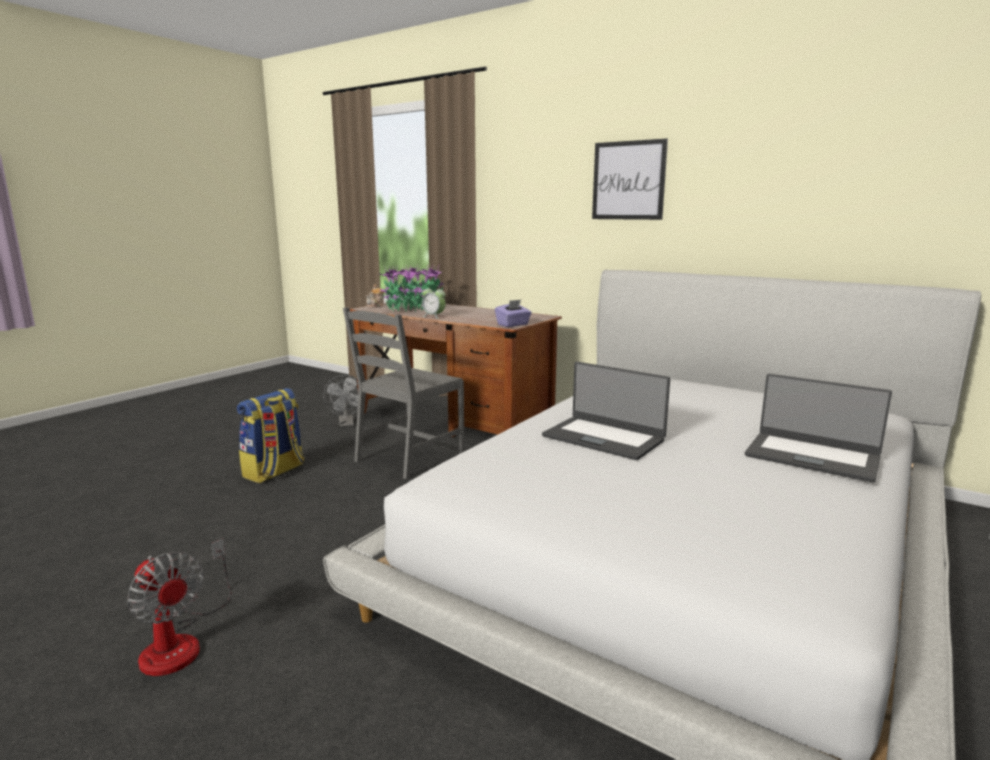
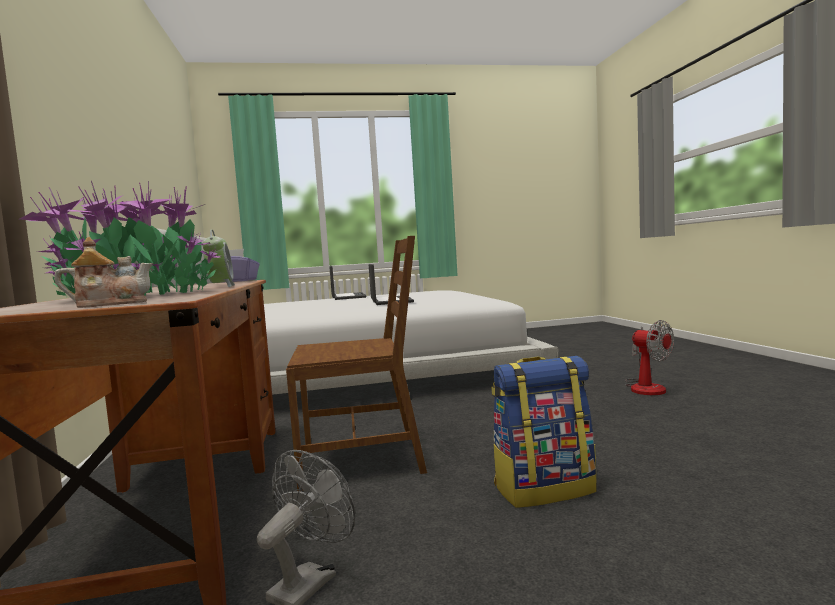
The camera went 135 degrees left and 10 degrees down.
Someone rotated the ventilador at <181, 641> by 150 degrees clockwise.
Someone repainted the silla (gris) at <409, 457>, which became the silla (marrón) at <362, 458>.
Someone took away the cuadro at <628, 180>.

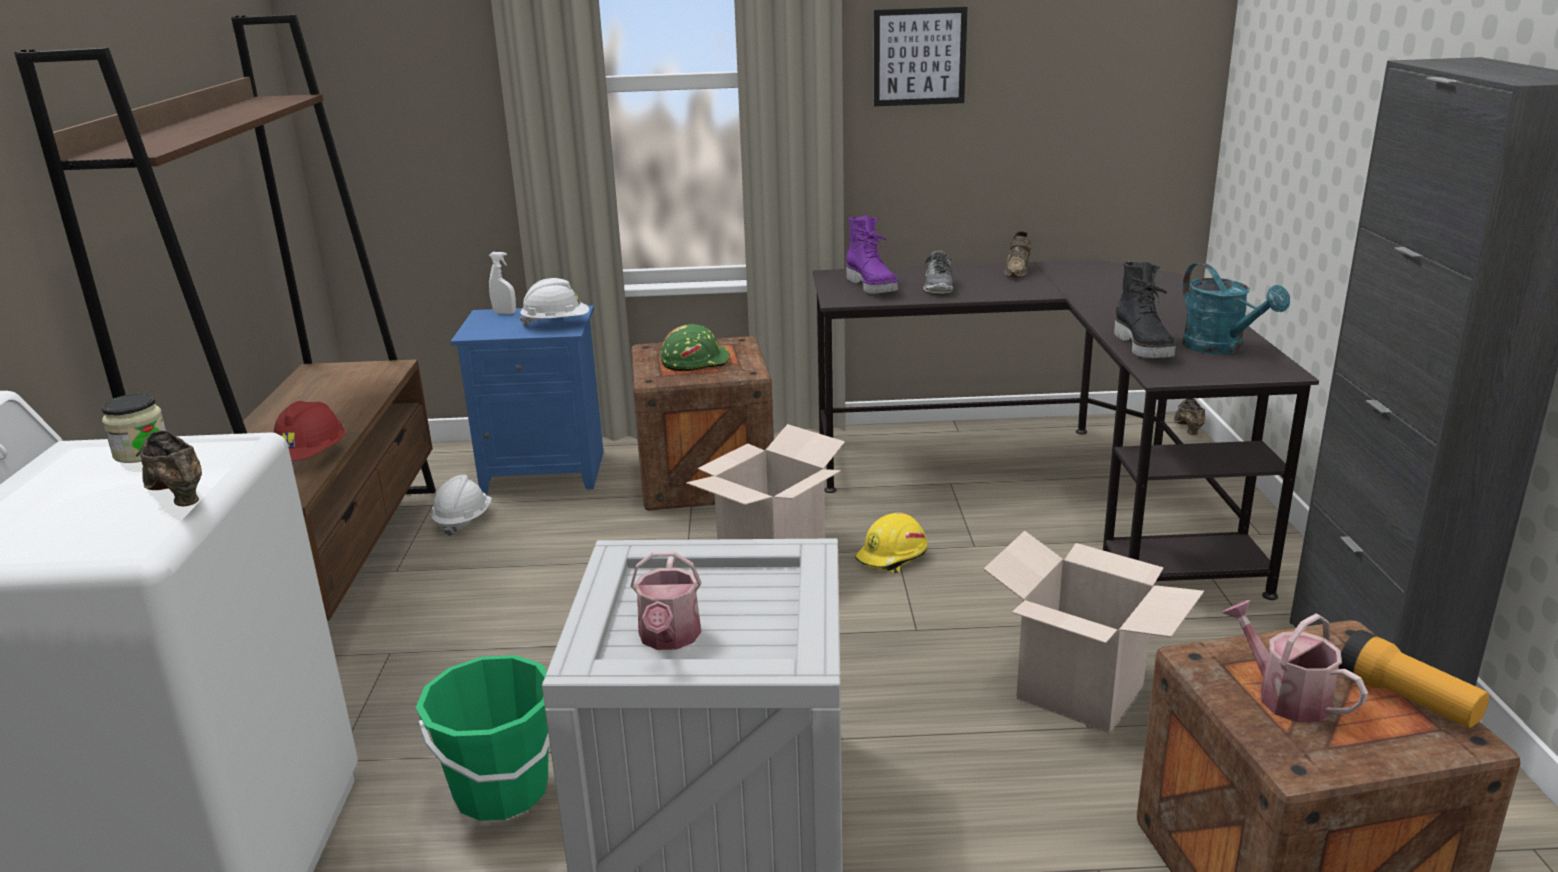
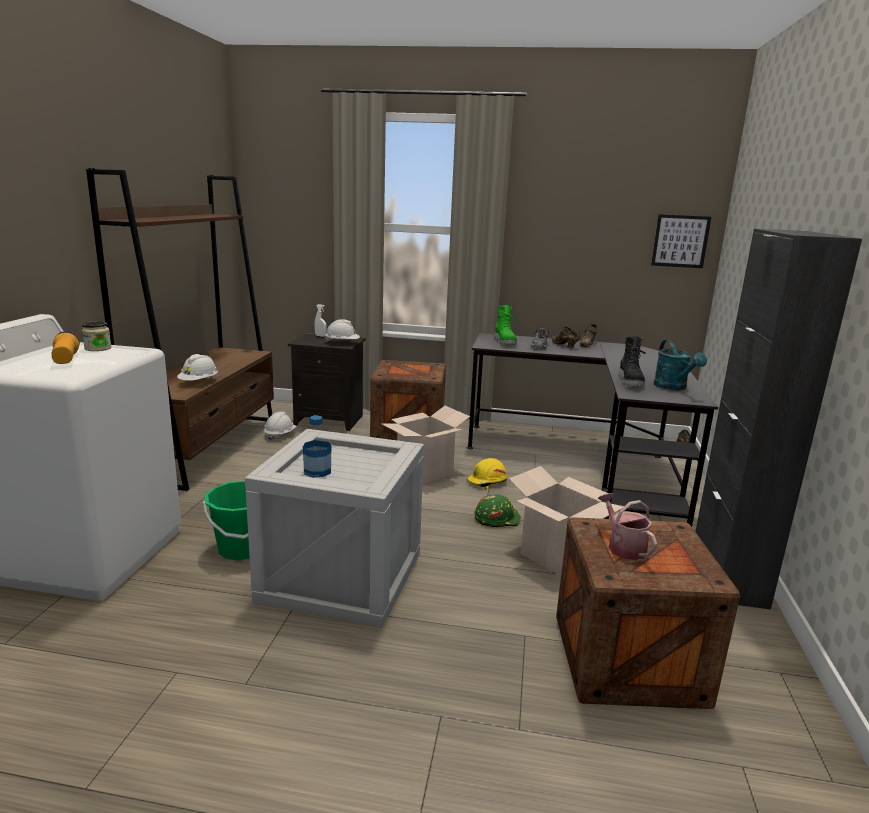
The camera went 10 degrees right and 5 degrees down.
Someone carried the zapato (marrón) from <176, 494> to <564, 345>.
Someone repainted the casco (rojo) at <310, 457>, which became the casco (blanco) at <199, 382>.
Someone repainted the mesita de noche (azul) at <546, 471>, which became the mesita de noche (negro) at <330, 420>.
Someone swapped the regadera at <669, 638> for the botella at <317, 471>.
Someone carried the casco (verde) from <695, 361> to <497, 518>.
Someone repainted the bota (morado) at <873, 286>, which became the bota (verde) at <505, 342>.
Someone carried the cuadro from <919, 57> to <680, 241>.
Someone carried the linterna from <1407, 699> to <66, 359>.

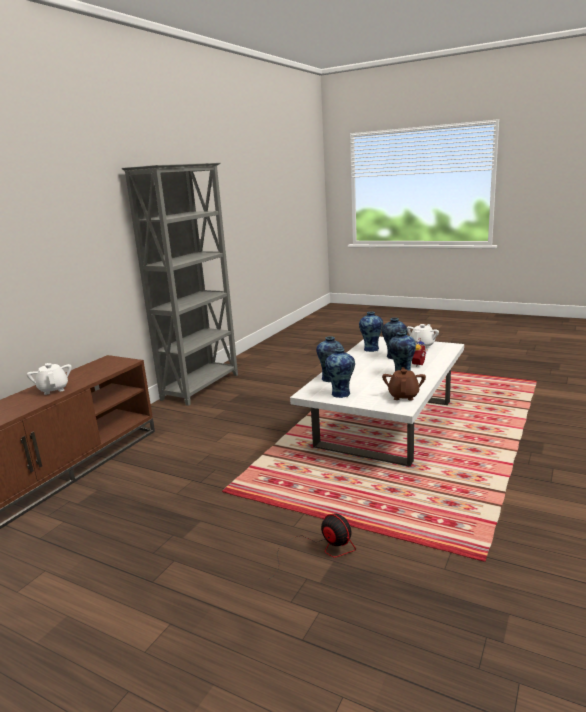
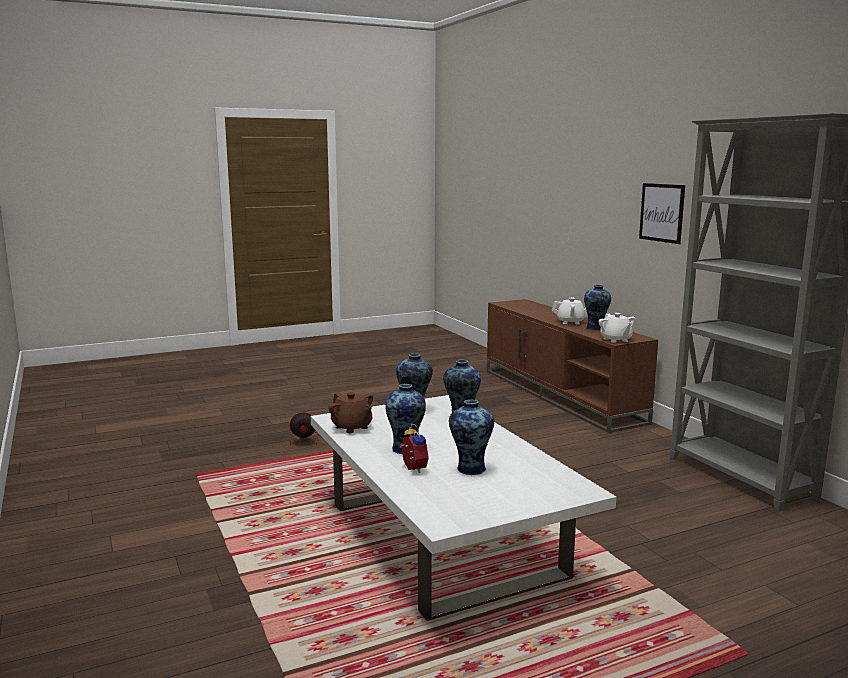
The camera went 125 degrees right and 5 degrees down.
Someone carried the florero from <371, 349> to <595, 328>.
Someone carried the tetera (blanco) from <422, 345> to <615, 340>.
Someone put up the cuadro at <662, 212>.

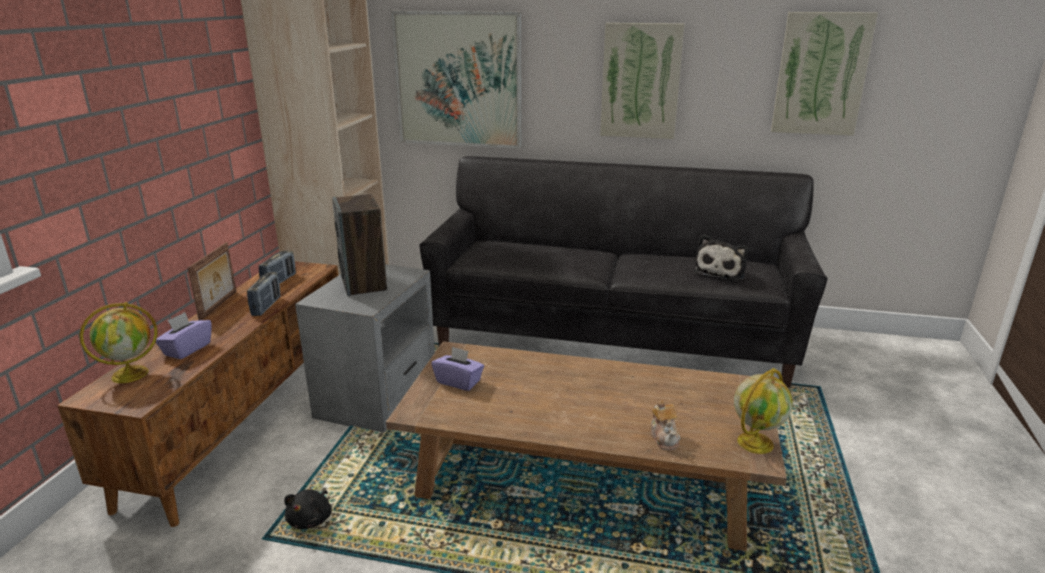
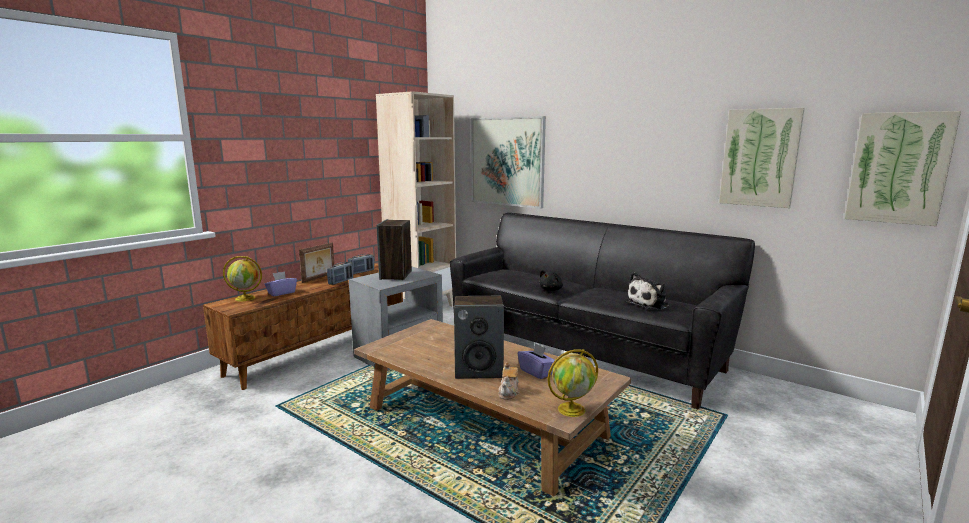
The camera went 25 degrees right and 10 degrees down.
Someone carried the peluche (negro) from <311, 519> to <551, 290>.
Someone carried the caja de pañuelos (morado) from <459, 381> to <537, 372>.
Someone carried the cuadro from <640, 81> to <898, 168>.
Someone put down the altavoz at <479, 370>.

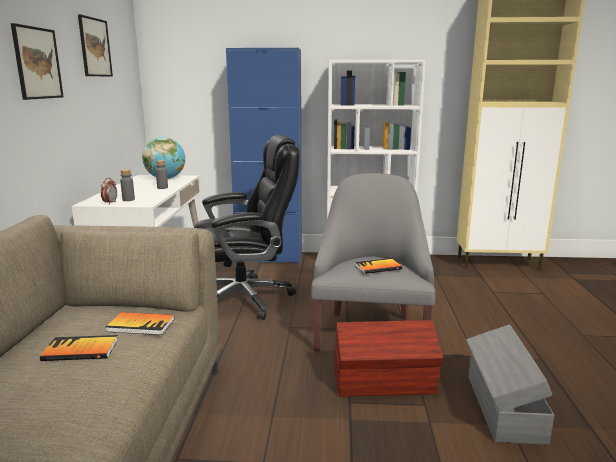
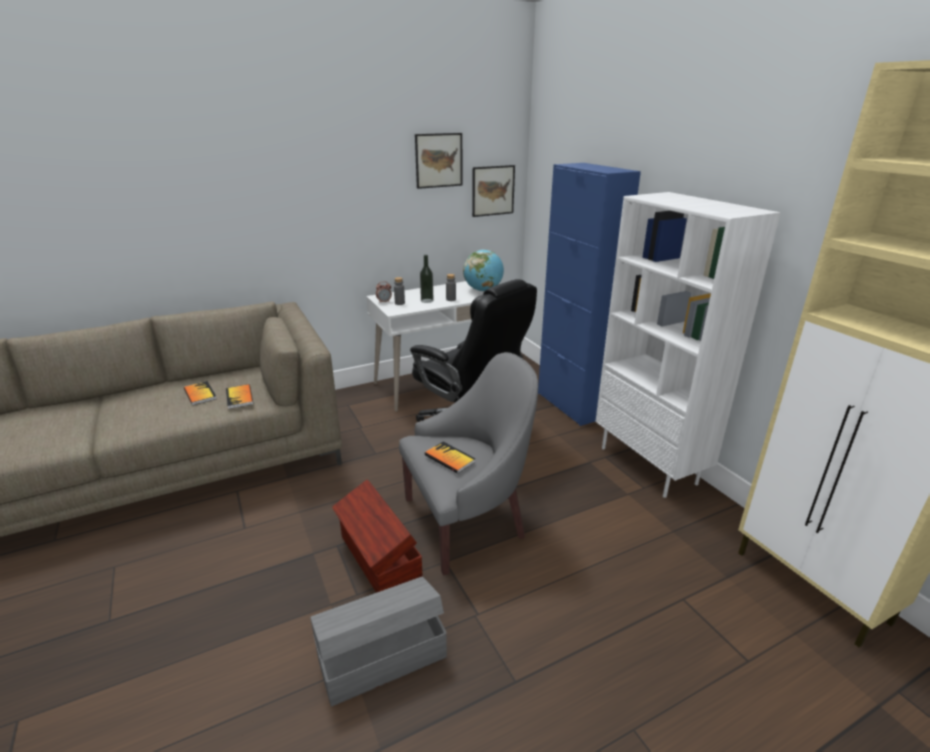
The camera went 60 degrees right and 10 degrees up.
Someone carried the cuadro from <37, 63> to <493, 190>.
Someone put down the botella at <427, 301>.

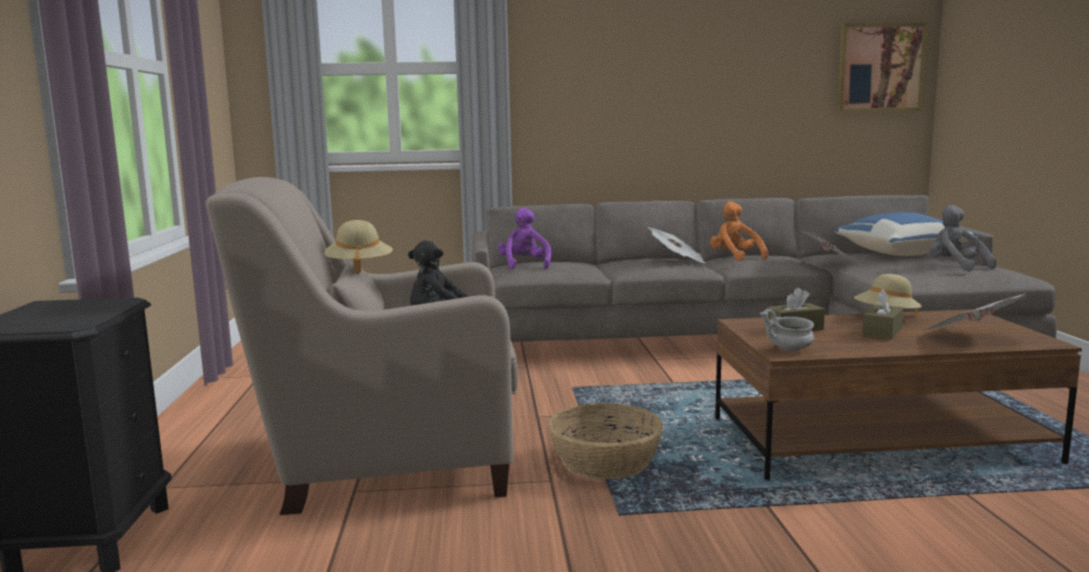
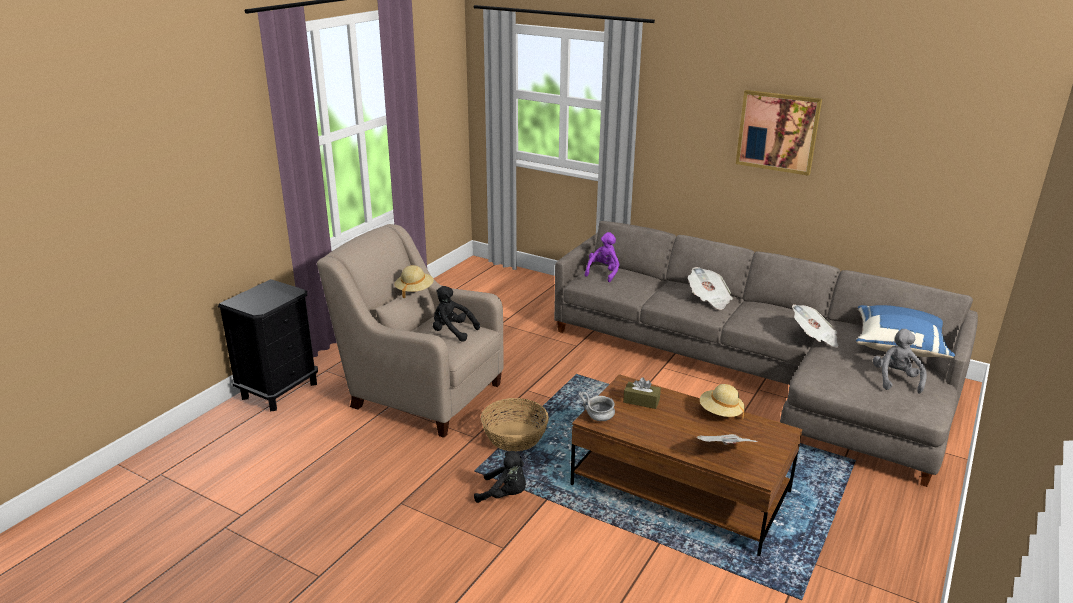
The camera went 35 degrees right and 15 degrees up.
Someone took away the peluche (naranja) at <735, 257>.
Someone carried the cuadro from <880, 68> to <778, 132>.
Someone took away the caja de pañuelos (marrón) at <882, 332>.
Someone put down the peluche (negro) at <505, 495>.

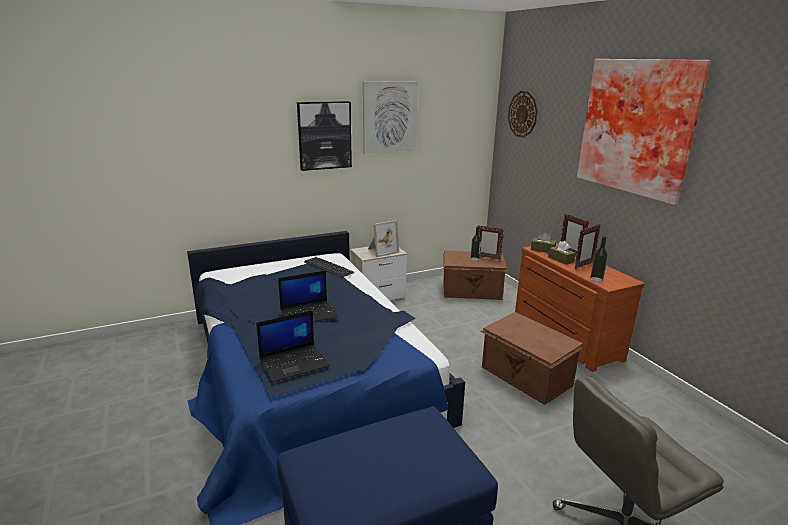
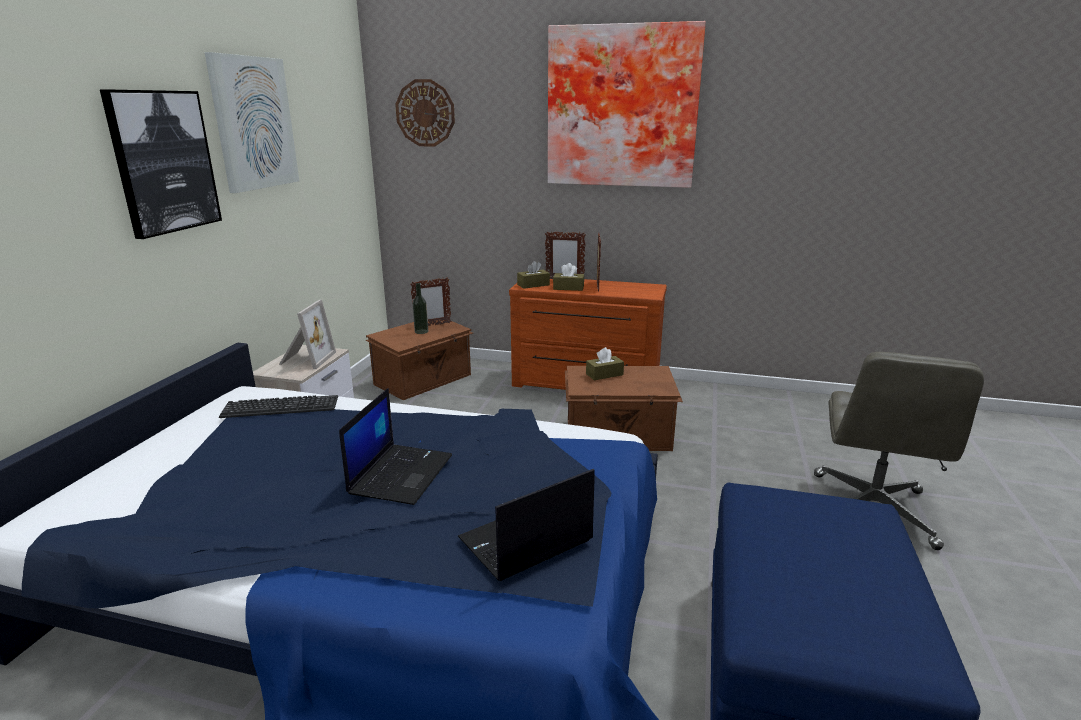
The camera went 50 degrees left and 0 degrees up.
Someone rotated the portátil at <294, 363> by 135 degrees counterclockwise.
Someone took away the botella at <596, 279>.
Someone put down the caja de pañuelos (marrón) at <604, 374>.

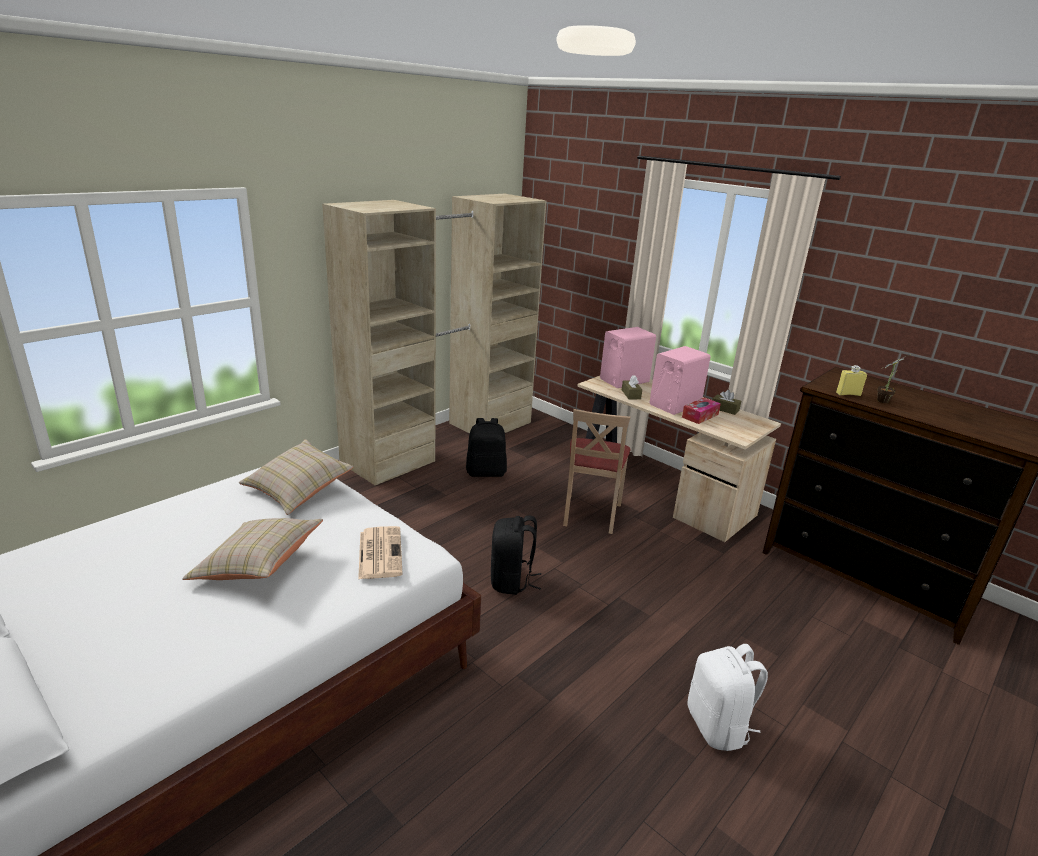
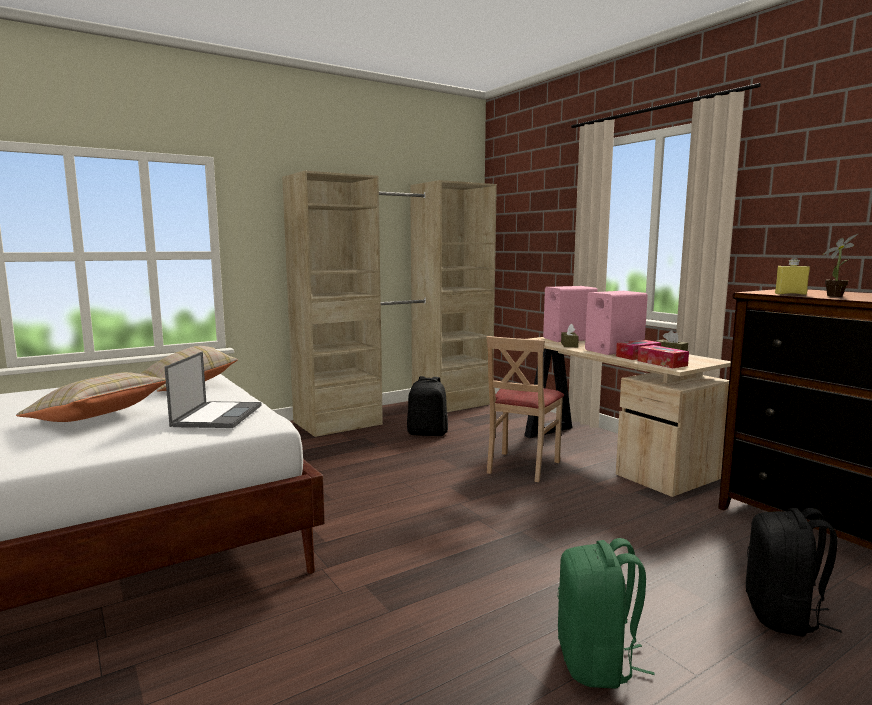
The camera went 15 degrees right and 15 degrees down.
Someone swapped the periódico at <379, 552> for the portátil at <218, 415>.
Someone carried the mochila (negro) from <512, 581> to <783, 616>.
Someone repainted the mochila (blanco) at <718, 726>, which became the mochila (verde) at <596, 662>.
Someone put down the caja de pañuelos at <662, 363>.

